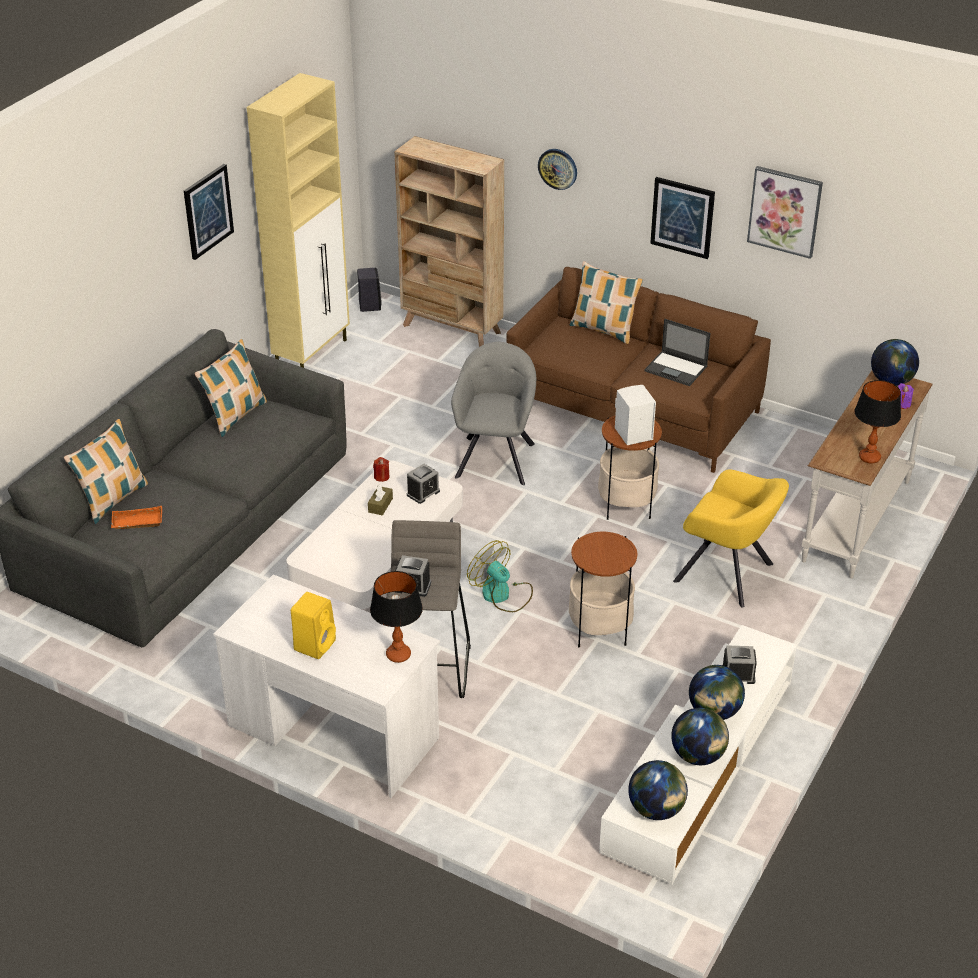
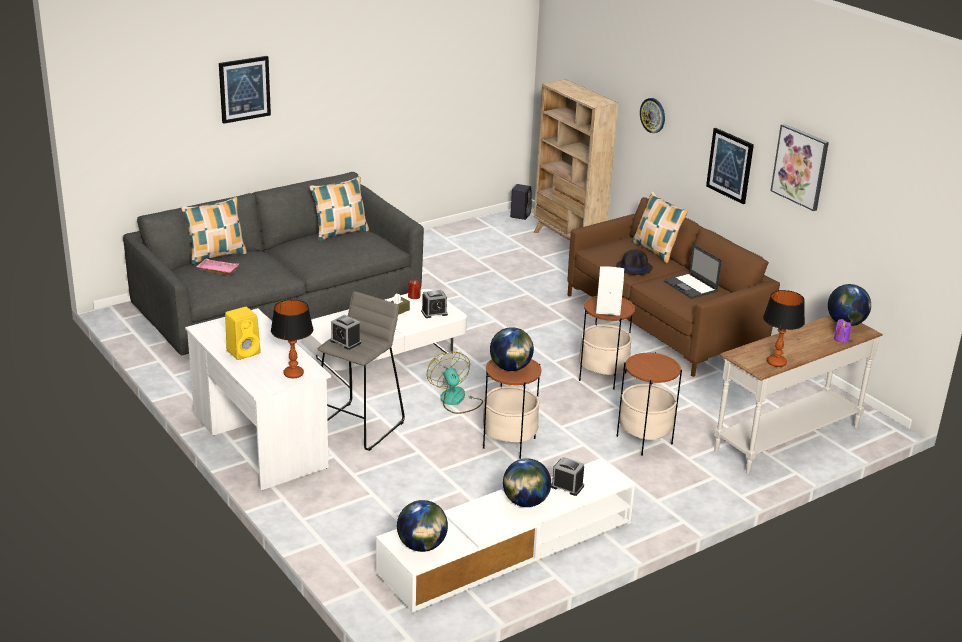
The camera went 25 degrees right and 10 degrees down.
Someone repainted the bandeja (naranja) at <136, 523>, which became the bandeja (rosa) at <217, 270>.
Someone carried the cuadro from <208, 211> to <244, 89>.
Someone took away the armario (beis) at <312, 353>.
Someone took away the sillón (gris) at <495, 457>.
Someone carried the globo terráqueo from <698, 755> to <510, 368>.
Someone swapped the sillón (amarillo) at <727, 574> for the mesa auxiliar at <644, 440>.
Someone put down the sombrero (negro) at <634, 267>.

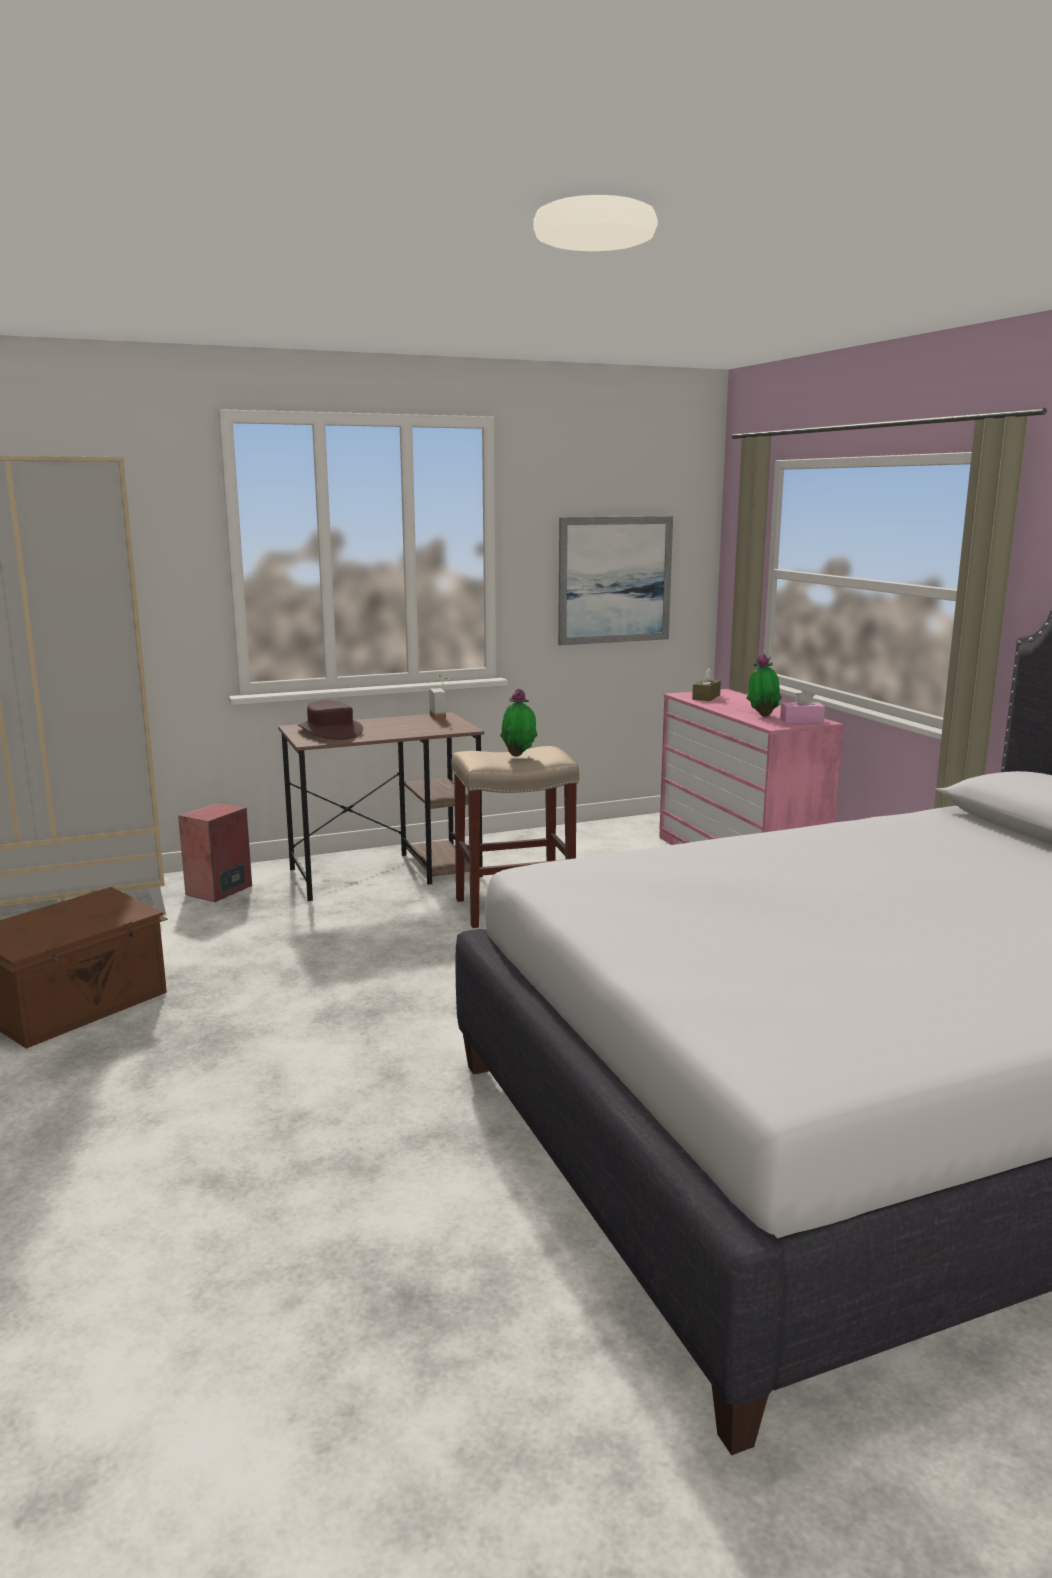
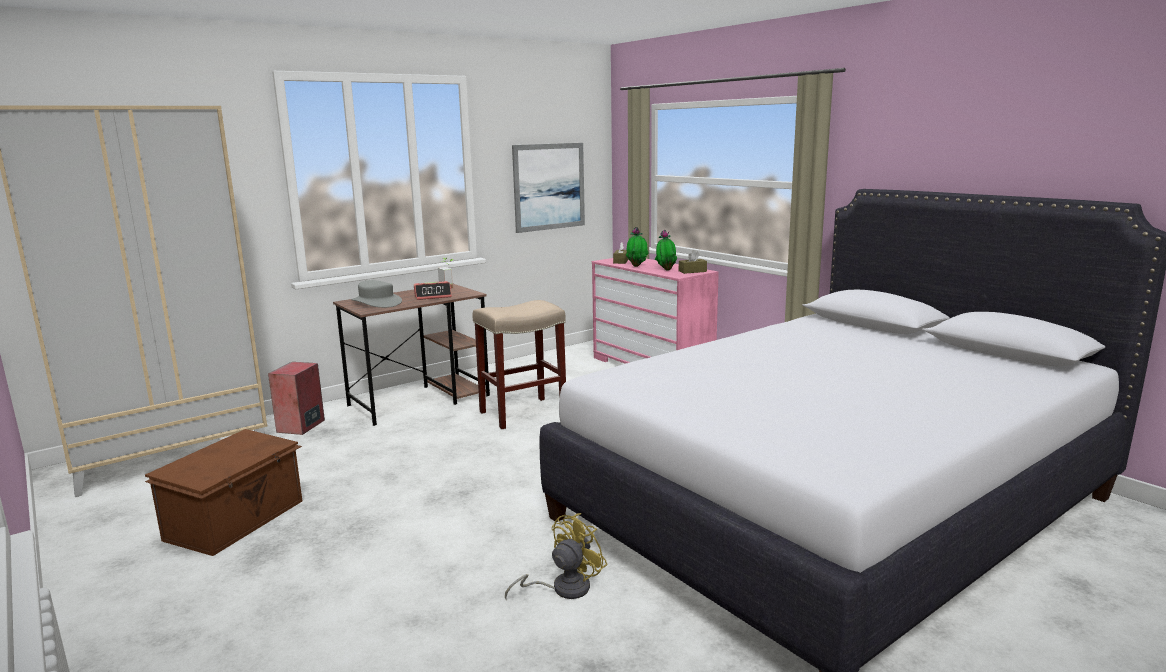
The camera went 15 degrees left and 0 degrees up.
Someone repainted the sombrero (marrón) at <330, 731>, which became the sombrero (gris) at <376, 302>.
Someone carried the planta en maceta from <519, 755> to <637, 266>.
Someone repainted the caja de pañuelos (rosa) at <801, 721>, which became the caja de pañuelos (marrón) at <692, 271>.
Someone put down the despertador at <433, 296>.
Someone put down the ventilador (amarillo) at <562, 588>.

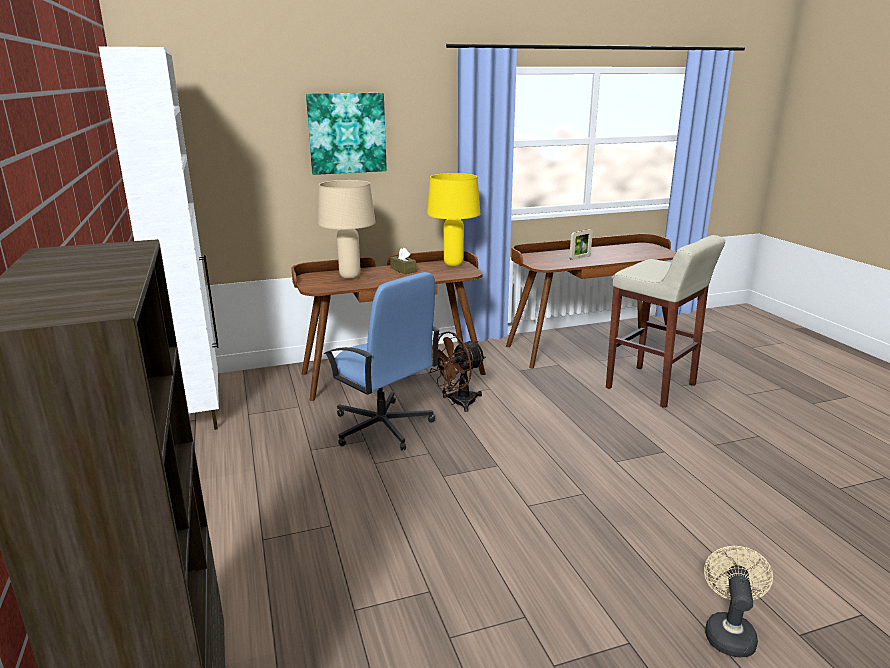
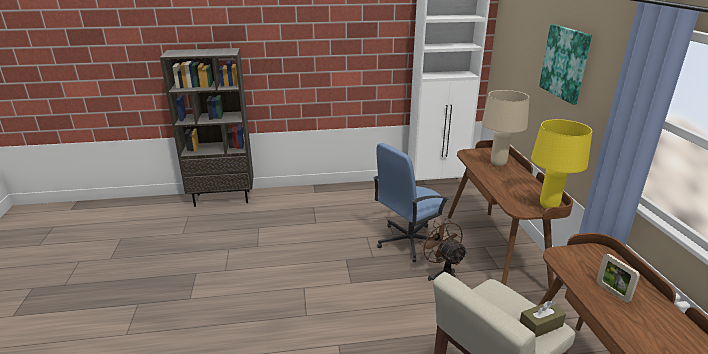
The camera went 100 degrees right and 5 degrees up.
Someone carried the caja de pañuelos (marrón) from <403, 270> to <540, 325>.
Someone took away the ventilador (beis) at <729, 631>.

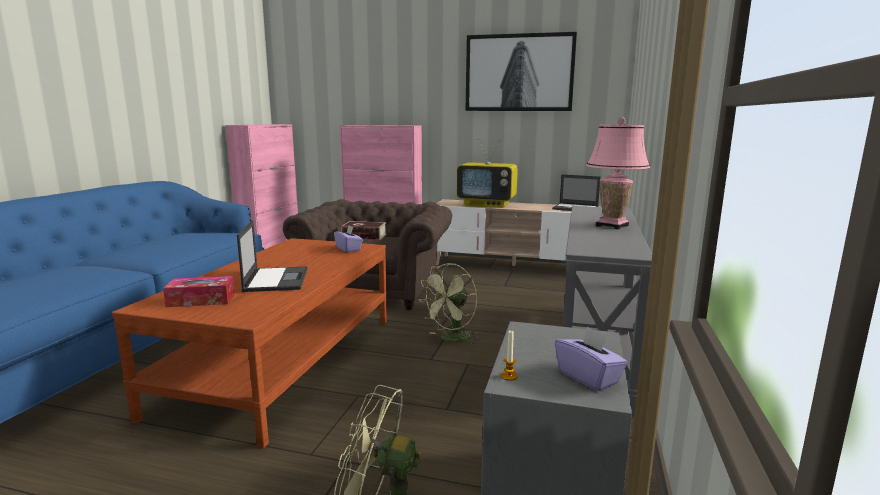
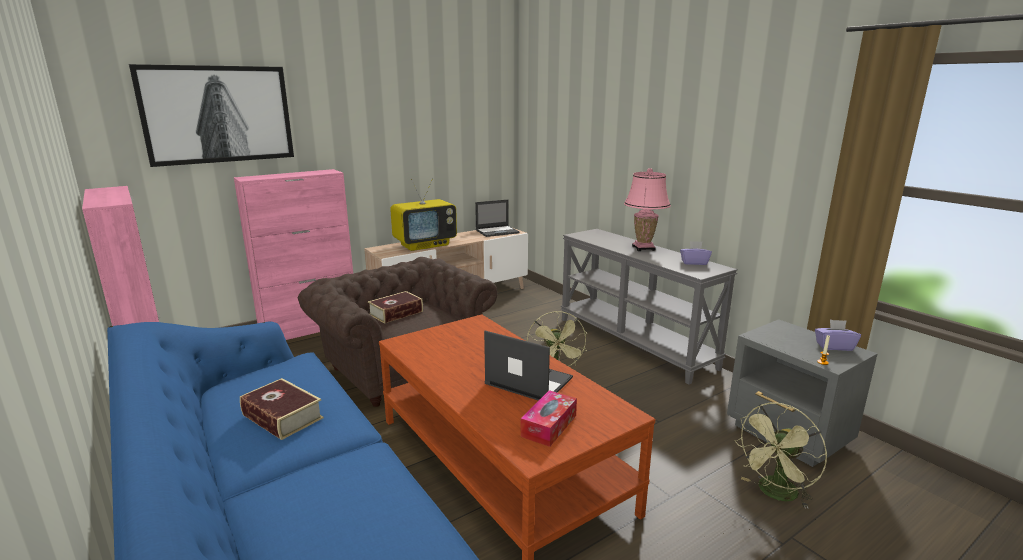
The camera went 50 degrees left and 5 degrees up.
Someone carried the caja de pañuelos (morado) from <348, 249> to <694, 262>.
Someone carried the cuadro from <519, 73> to <218, 114>.
Someone put down the libro at <282, 416>.

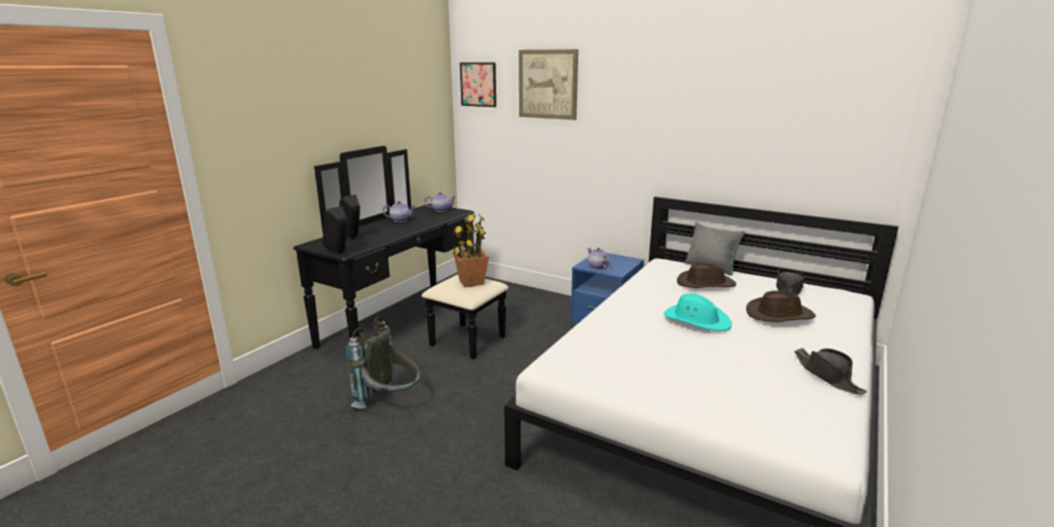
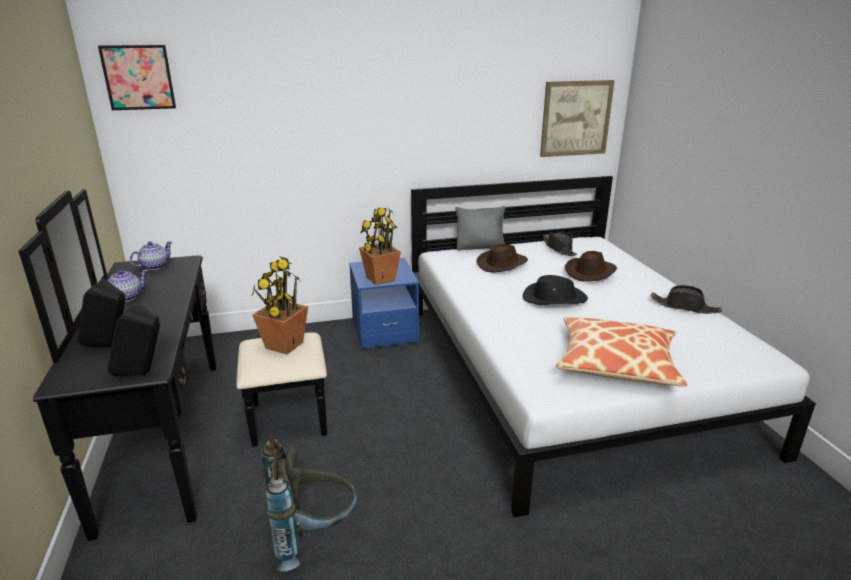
The camera went 45 degrees left and 5 degrees up.
Someone carried the cuadro from <547, 84> to <576, 118>.
Someone swapped the tetera at <597, 267> for the planta en maceta at <380, 279>.
Someone repainted the sombrero (turquesa) at <696, 320>, which became the sombrero (negro) at <554, 298>.
Someone put down the cojín at <616, 363>.

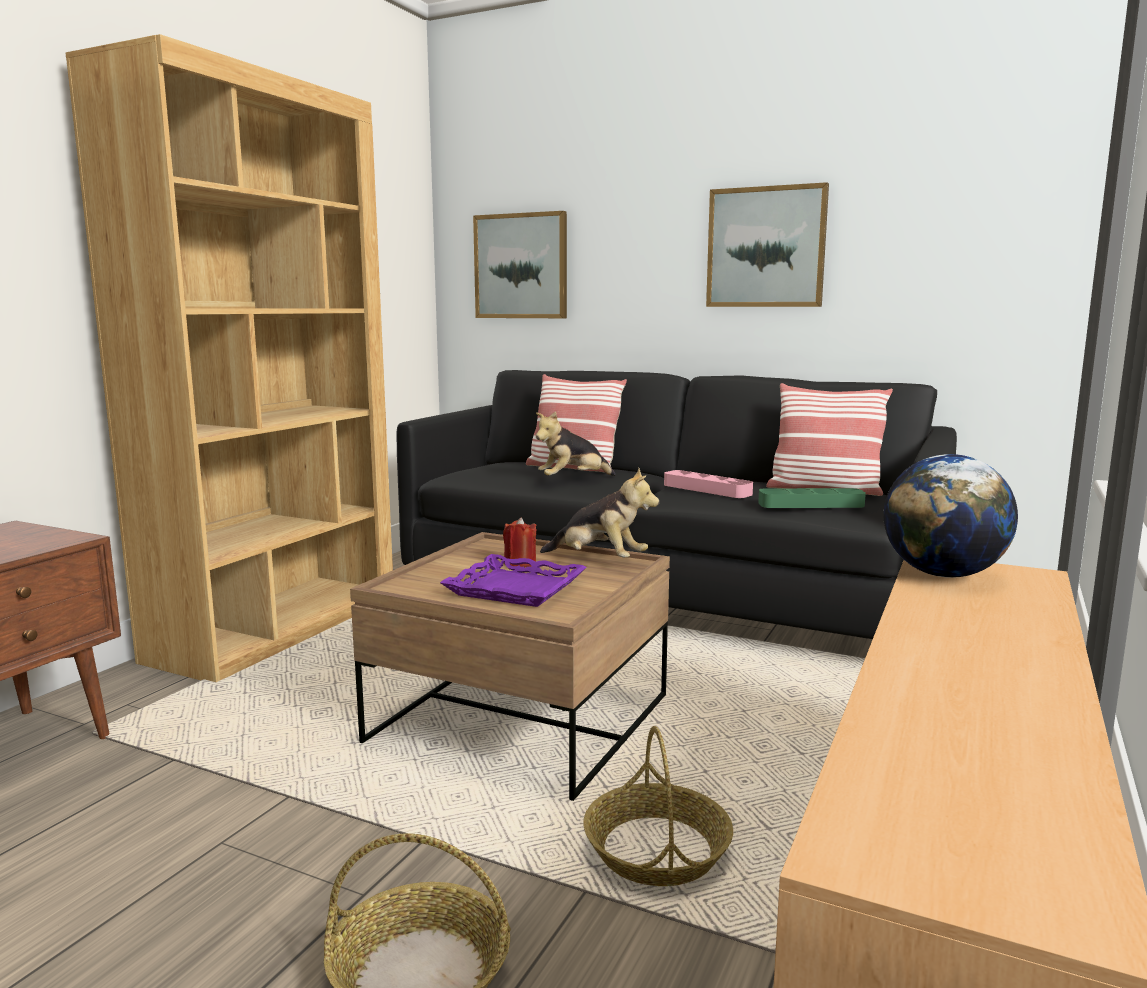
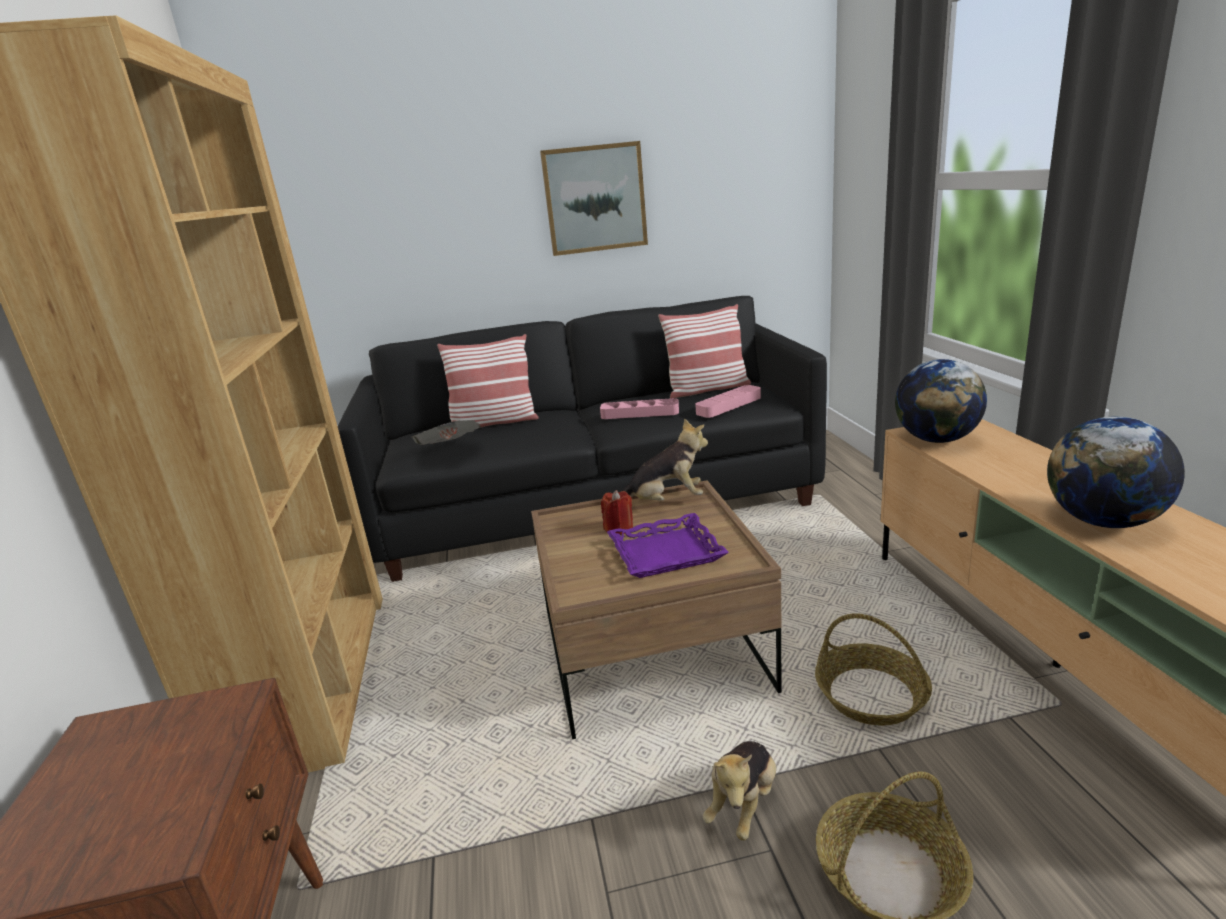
The camera went 35 degrees left and 10 degrees up.
Someone took away the cuadro at <521, 266>.
Someone carried the peluche from <573, 480> to <743, 804>.
Someone repainted the bandeja (verde) at <811, 504>, which became the bandeja (rosa) at <729, 405>.
Someone put down the periódico at <450, 450>.
Someone put down the globo terráqueo at <1103, 521>.

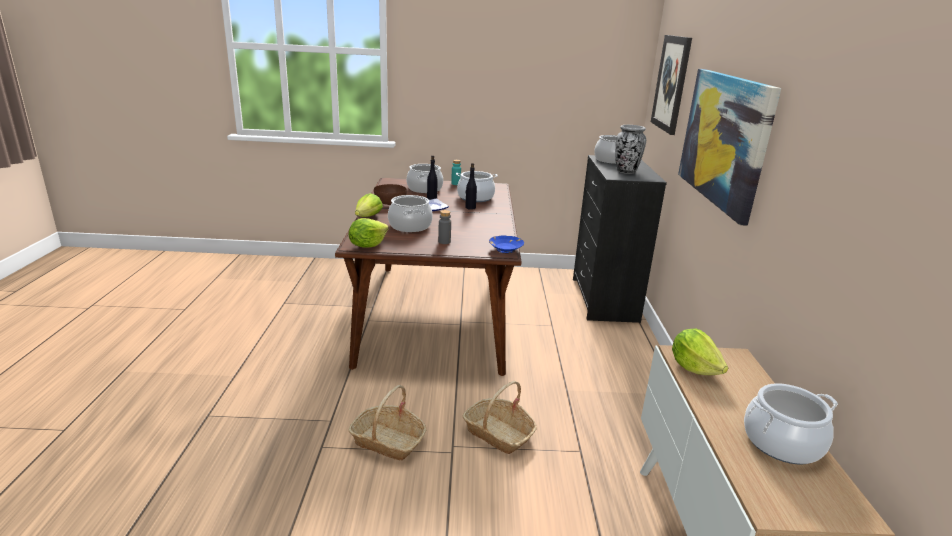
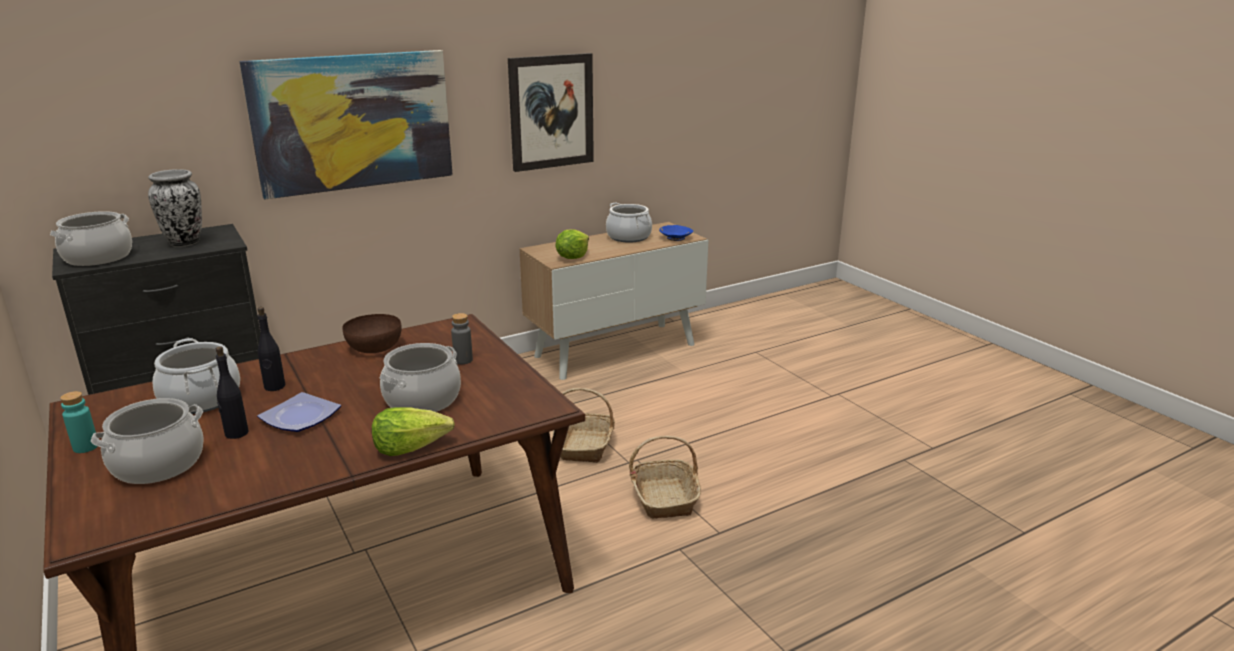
The camera went 120 degrees left and 0 degrees up.
Someone took away the lechuga at <367, 245>.
Someone carried the cuenco (marrón) from <390, 202> to <374, 348>.
Someone carried the cuenco (azul) from <505, 249> to <675, 238>.
Someone carried the cuadro from <671, 83> to <551, 112>.

